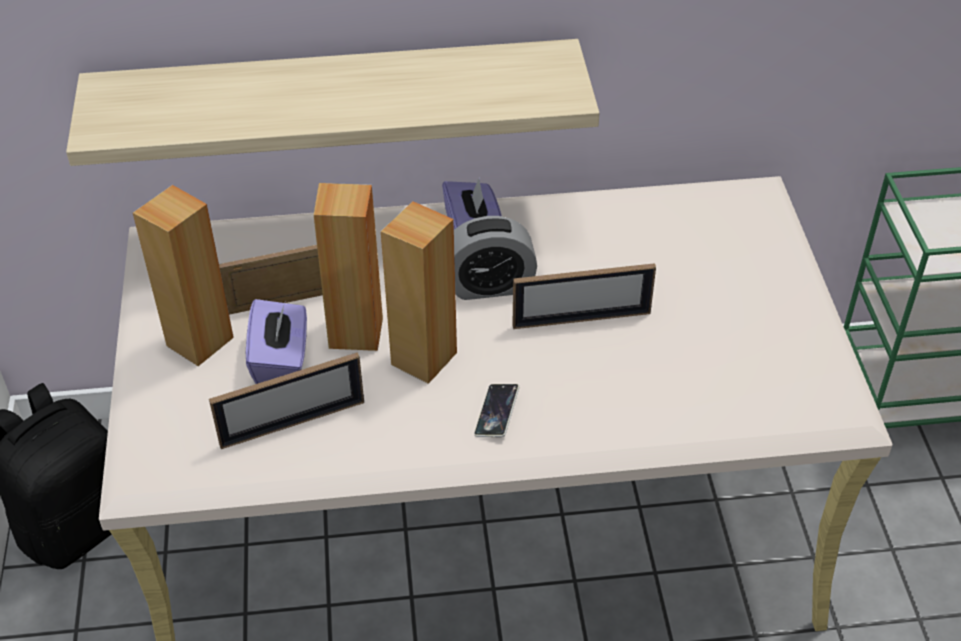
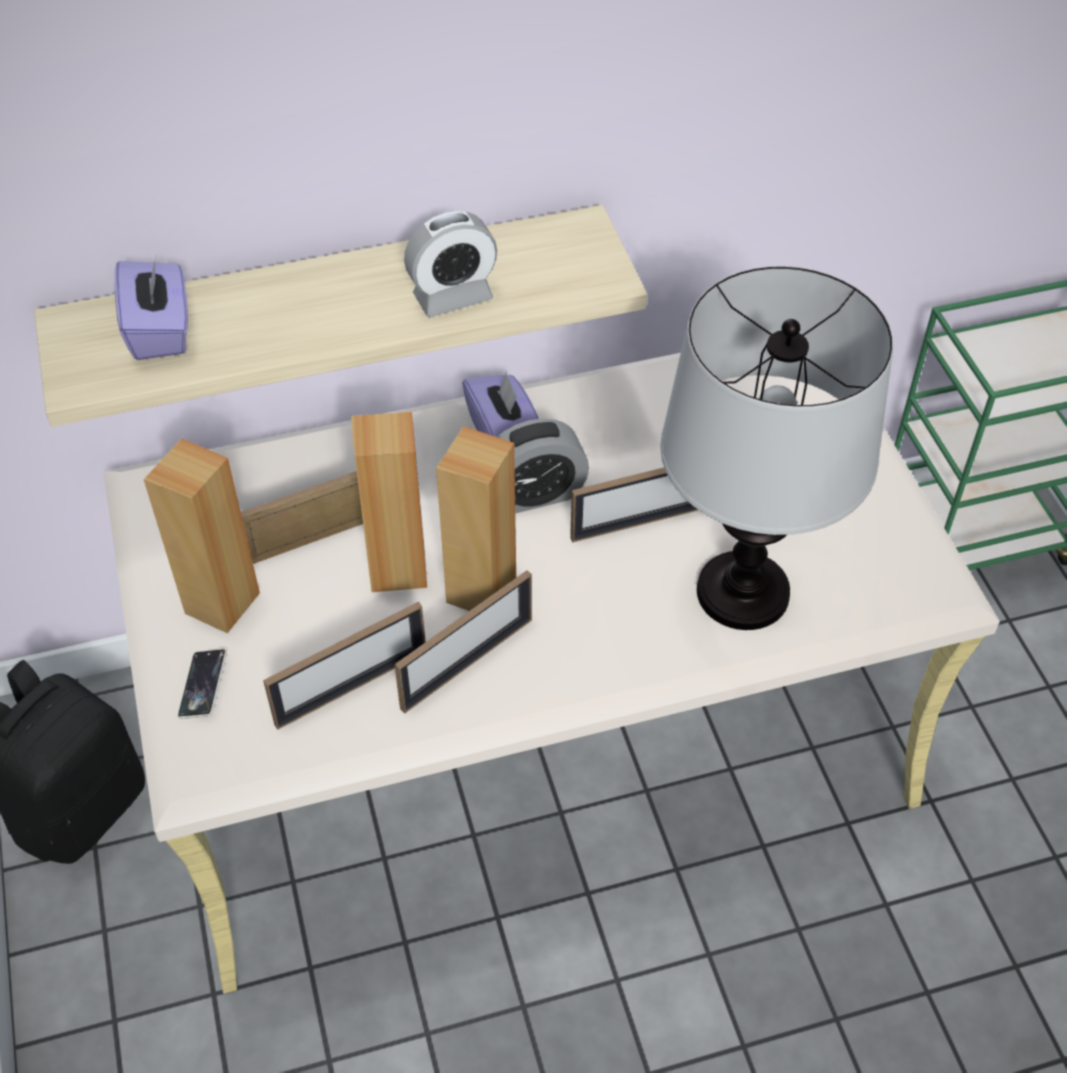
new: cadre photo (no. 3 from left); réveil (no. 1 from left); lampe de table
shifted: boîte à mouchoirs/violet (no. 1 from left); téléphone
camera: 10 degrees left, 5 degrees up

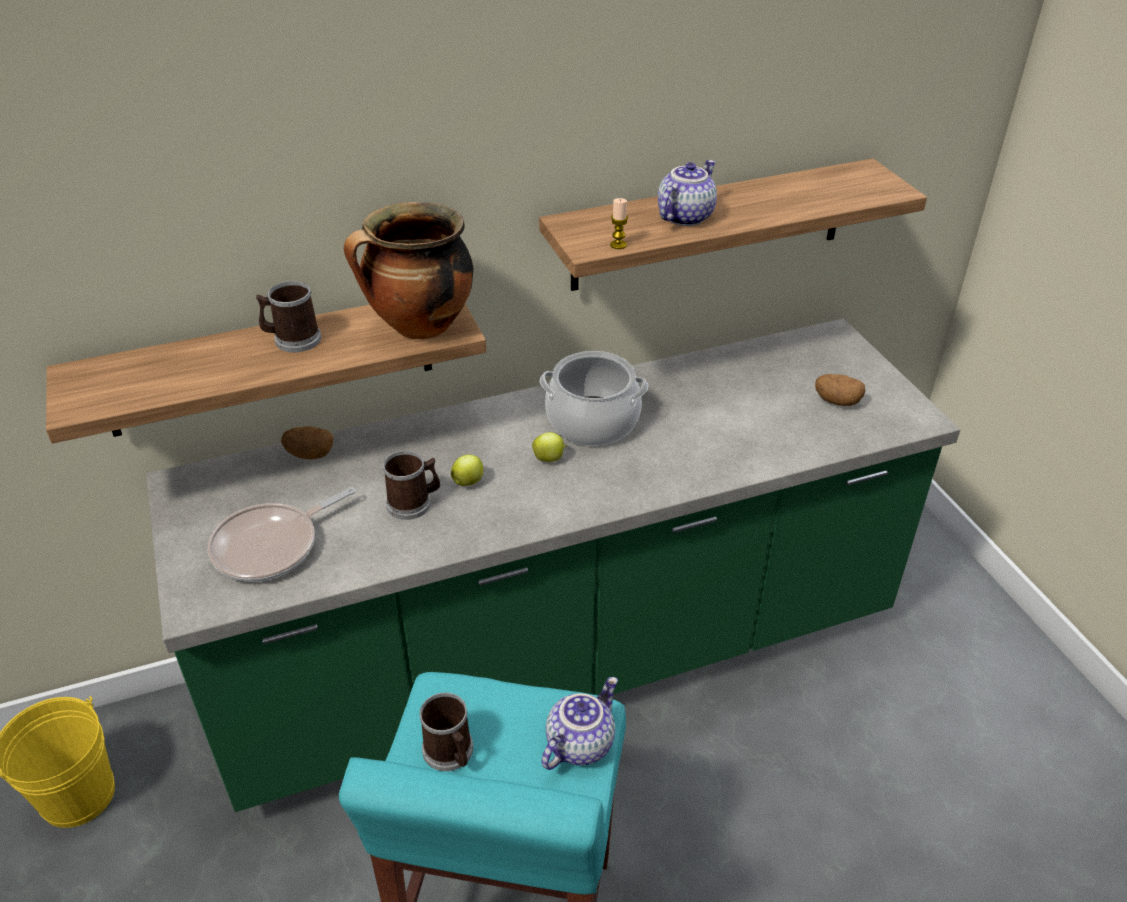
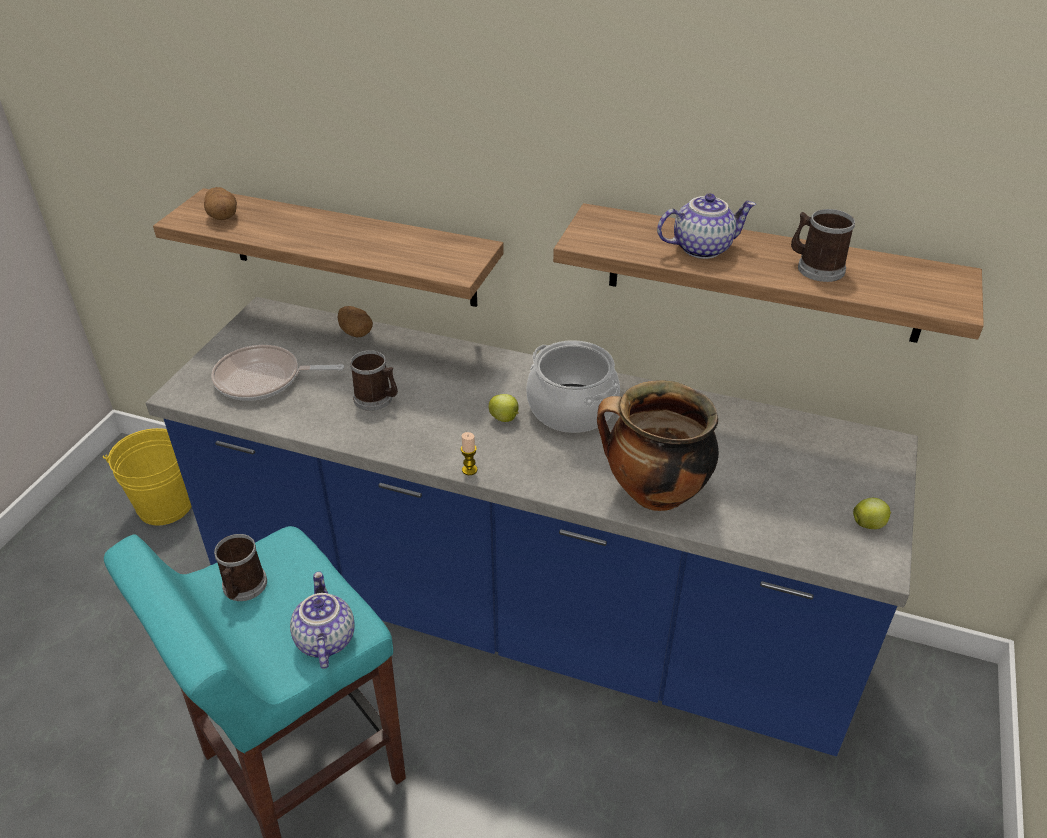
shifted: mug (no. 1 from left in the first image) to mug (no. 3 from left); marmite (no. 1 from left in the first image) to marmite (no. 2 from left); pomme (no. 1 from left in the first image) to pomme (no. 2 from left); bougie; pomme de terre (no. 2 from left in the first image) to pomme de terre (no. 1 from left)
repainted: comptoir de cuisine/vert to comptoir de cuisine/bleu
rotated: théière (no. 1 from left) 90 degrees counterclockwise
camera: 40 degrees right, 0 degrees up

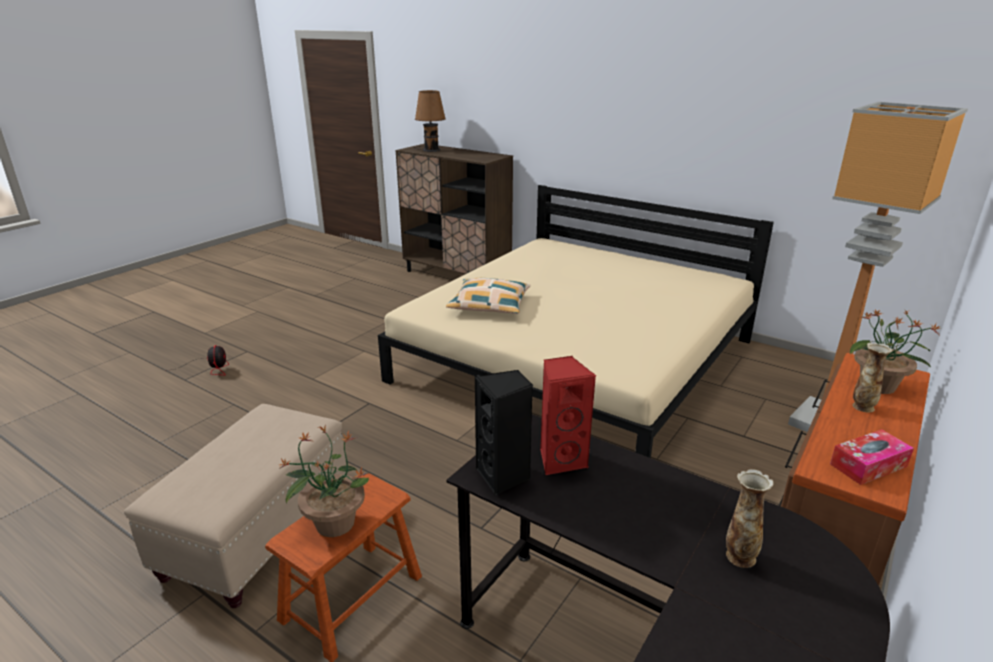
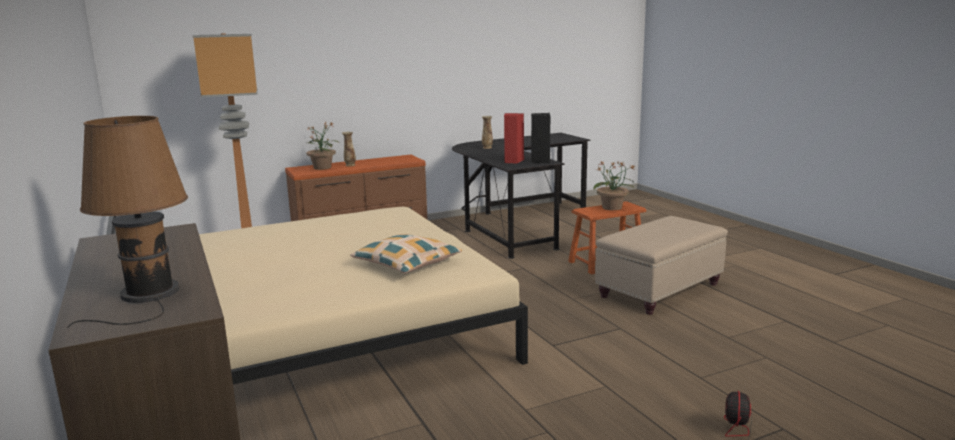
gone: boîte à mouchoirs
camera: 150 degrees left, 10 degrees down

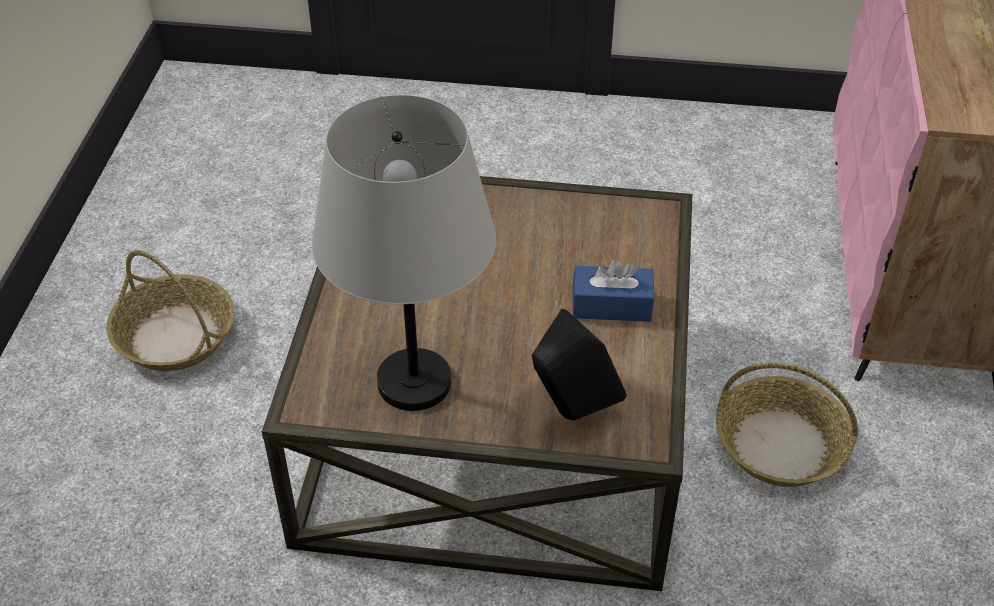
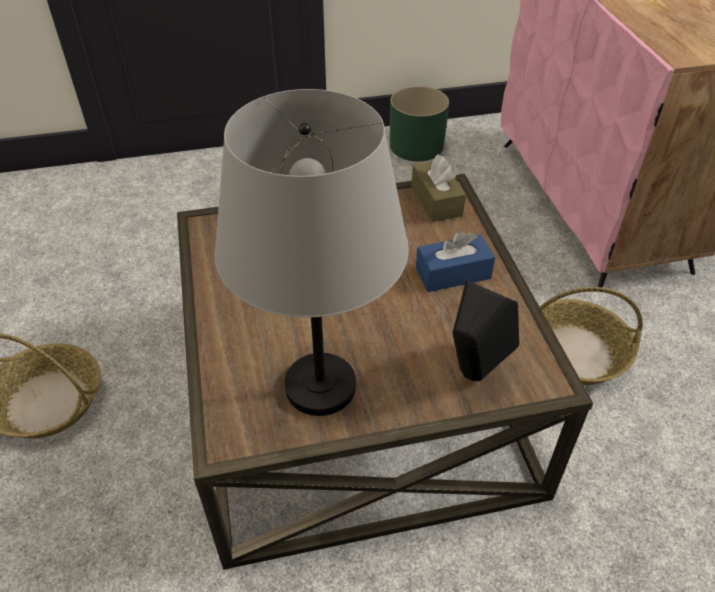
new: cache-pot/vert; boîte à mouchoirs/marron
camera: 20 degrees left, 0 degrees up

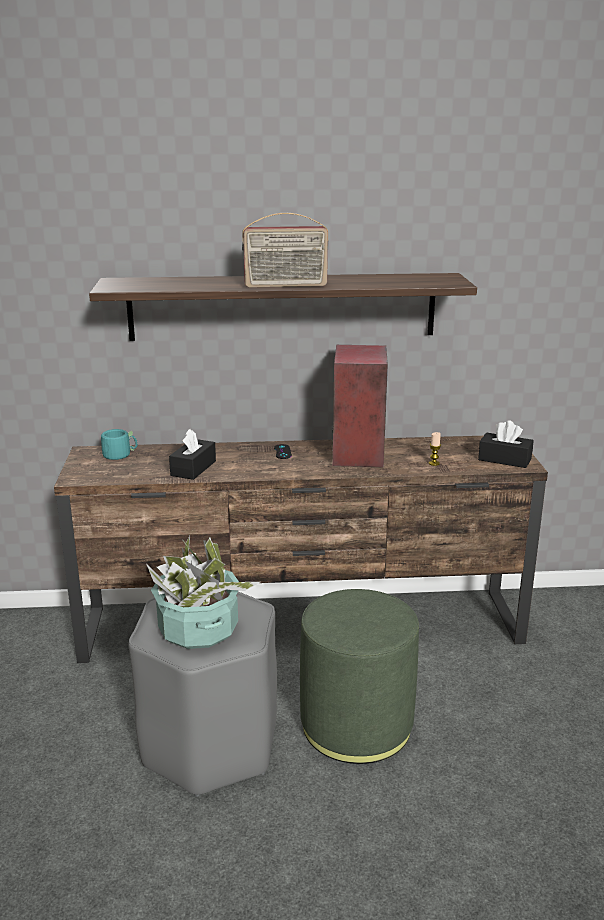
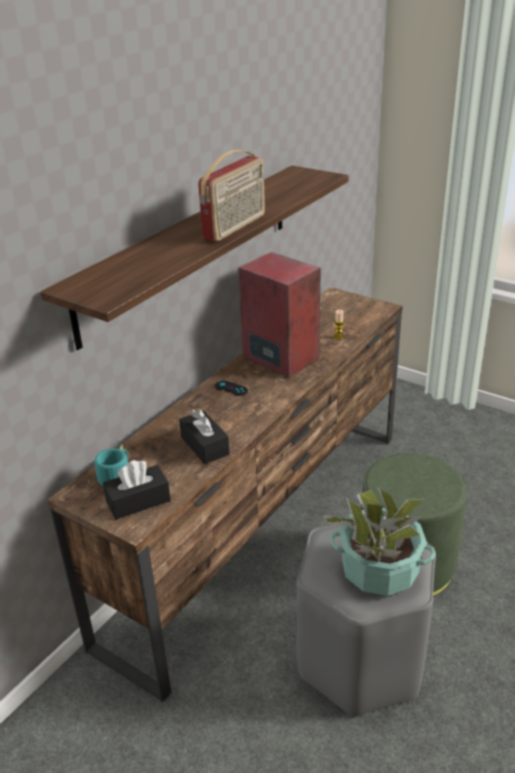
shifted: boîte à mouchoirs/noir (no. 2 from left in the first image) to boîte à mouchoirs/noir (no. 1 from left)
camera: 50 degrees left, 10 degrees up

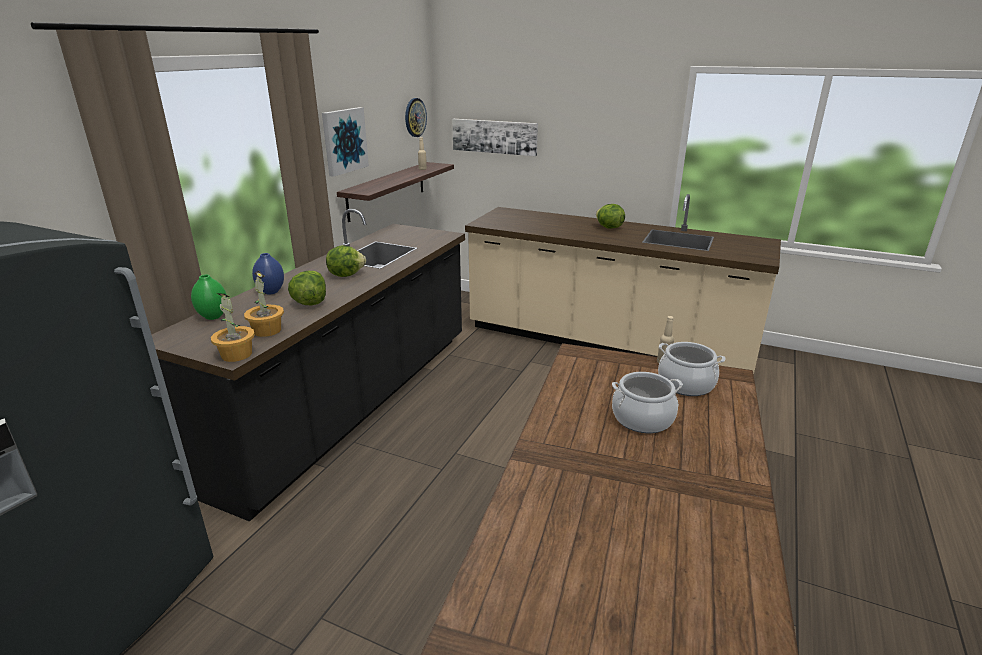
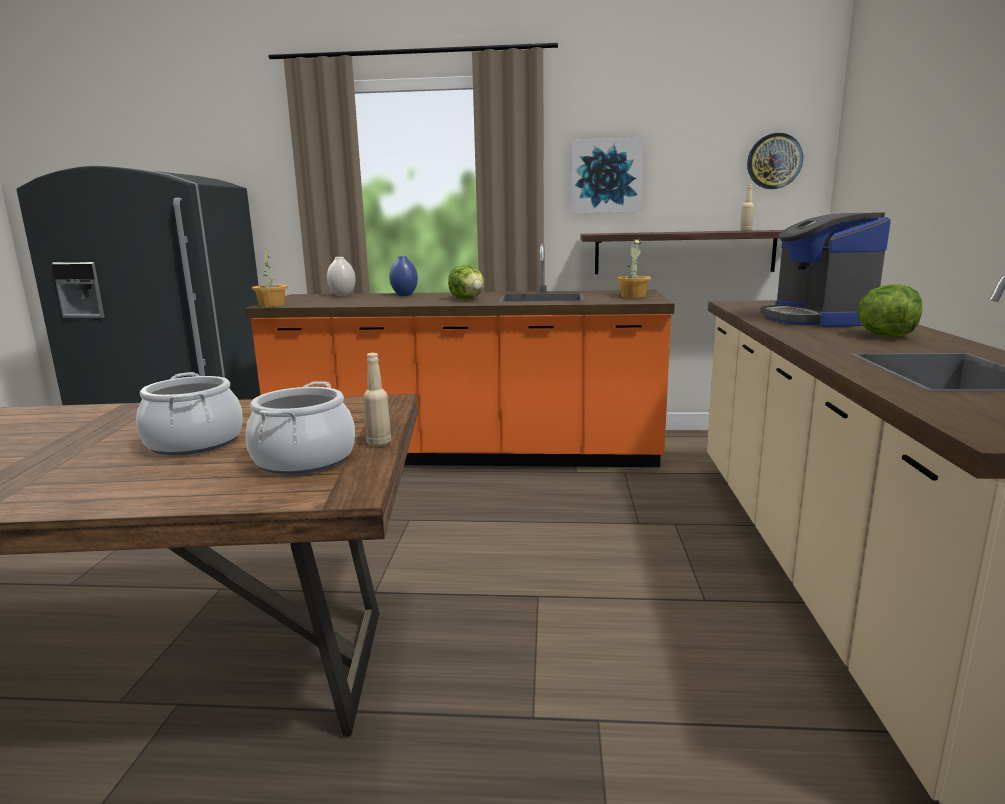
gone: laitue (no. 1 from left); tableau (no. 2 from left)
new: machine à café
shifted: plante en pot (no. 2 from left)
repainted: comptoir de cuisine/noir to comptoir de cuisine/orange; vase/vert to vase/blanc
camera: 70 degrees right, 10 degrees down

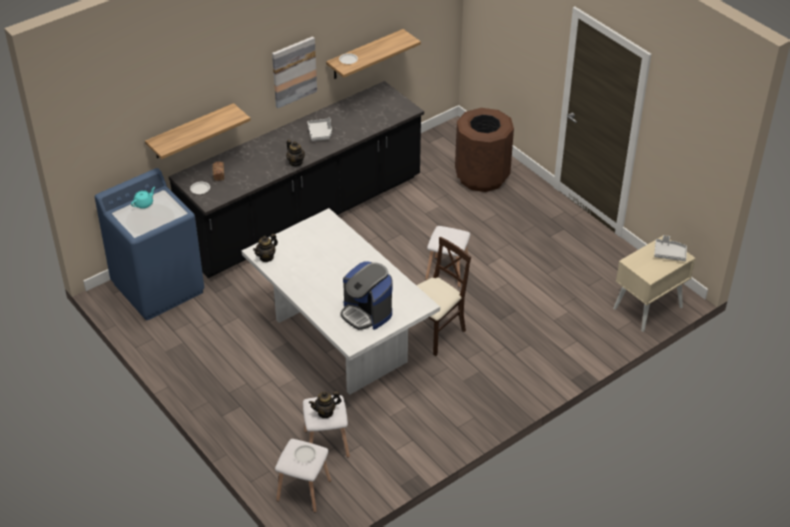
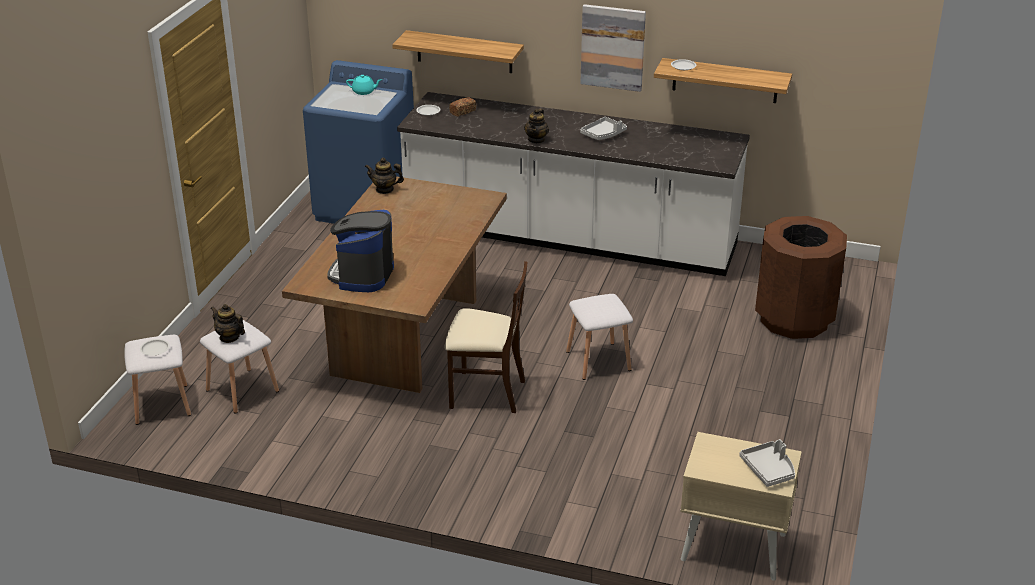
repainted: comptoir de cuisine/noir to comptoir de cuisine/blanc; table à manger/blanc to table à manger/marron
camera: 55 degrees right, 10 degrees down

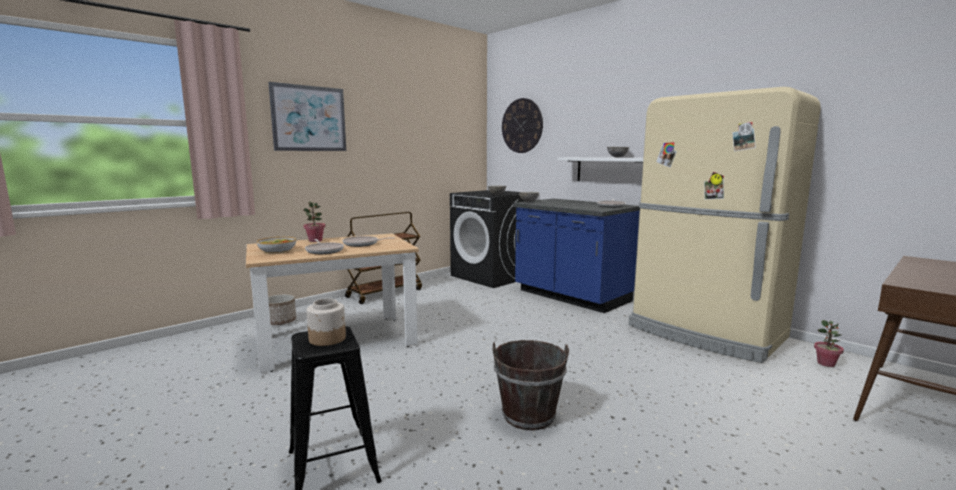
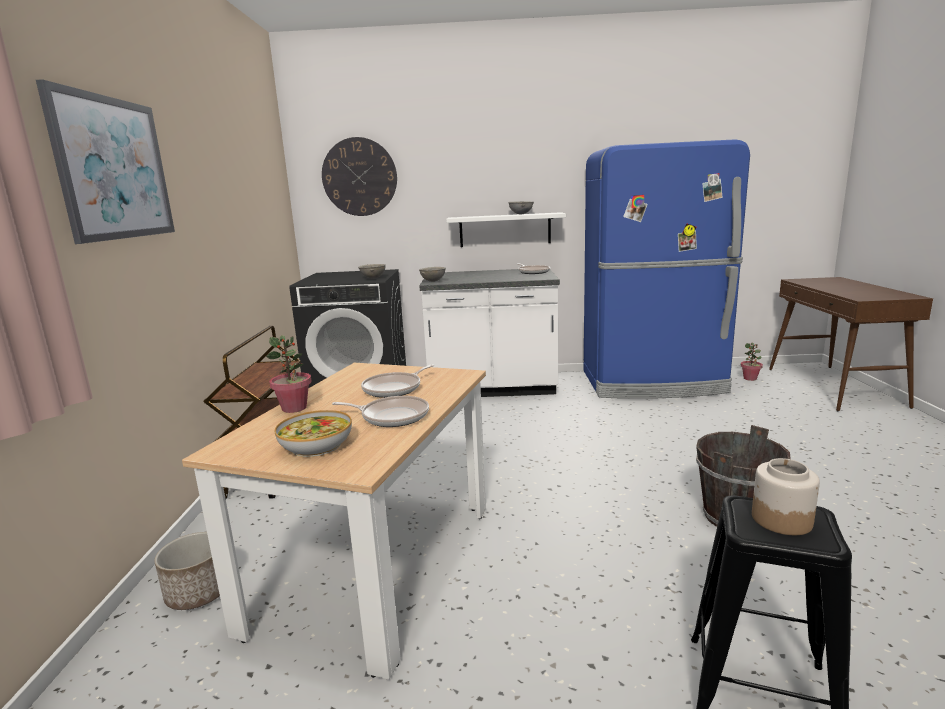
repainted: comptoir de cuisine/bleu to comptoir de cuisine/blanc; réfrigérateur/beige to réfrigérateur/bleu
camera: 45 degrees left, 5 degrees up

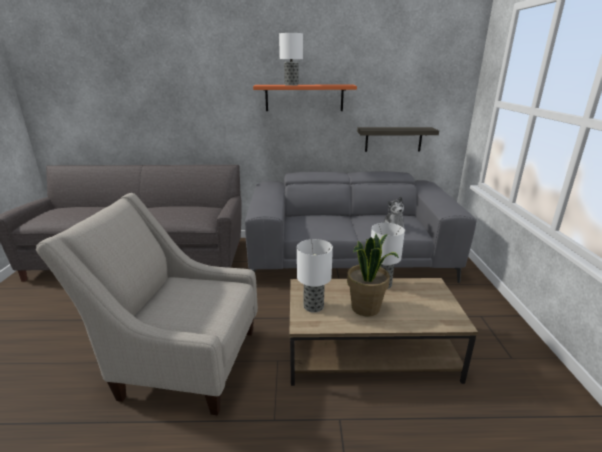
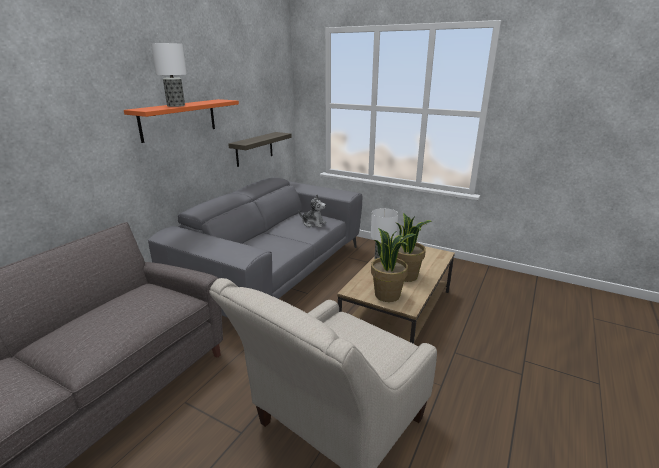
swapped: lampe de table (no. 2 from left) to plante en pot (no. 1 from left)
camera: 60 degrees left, 0 degrees up

